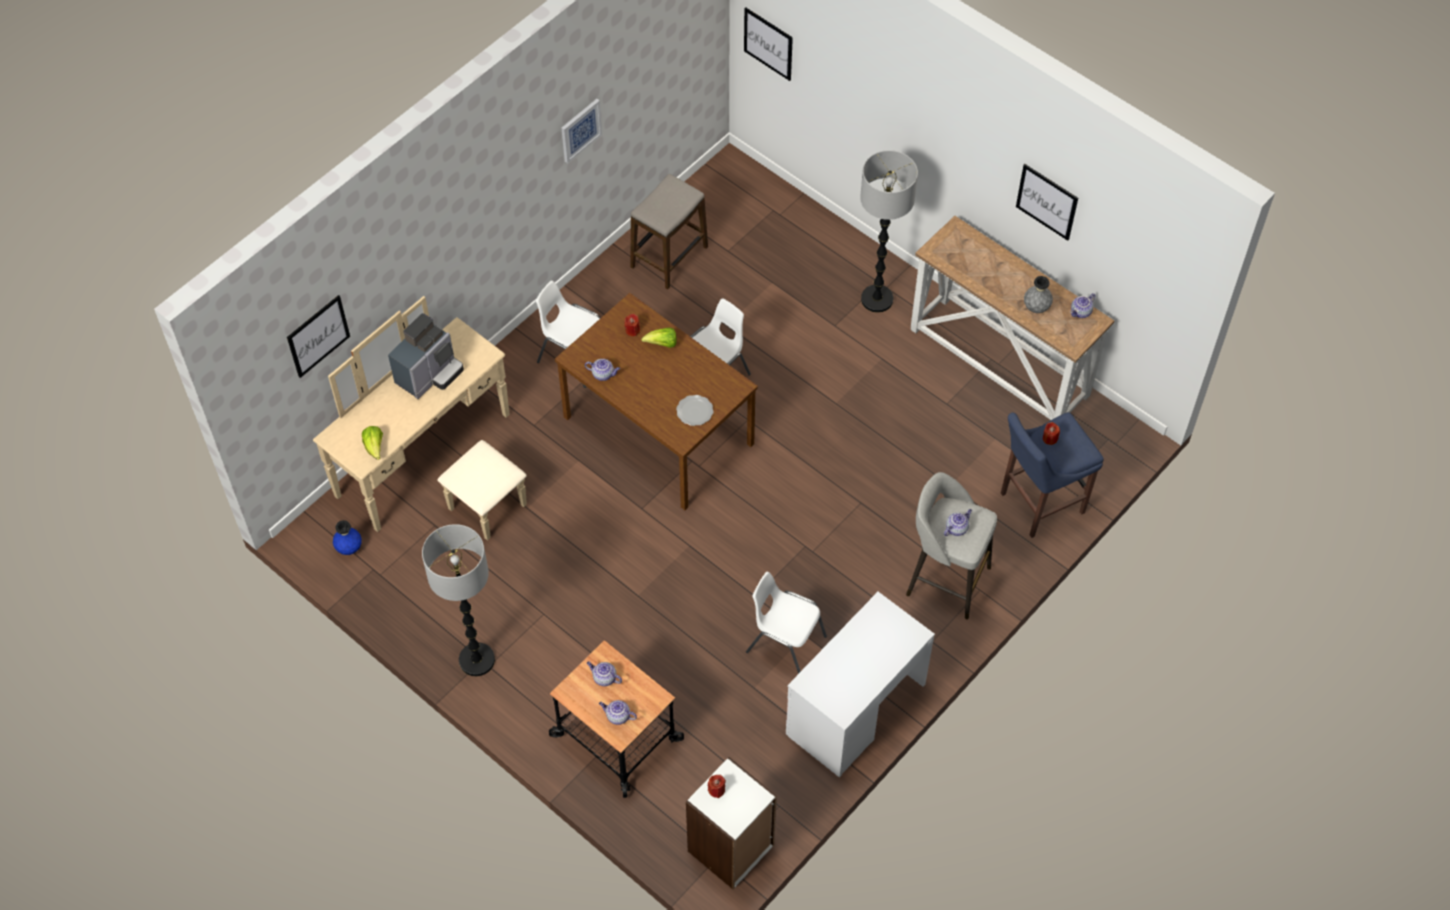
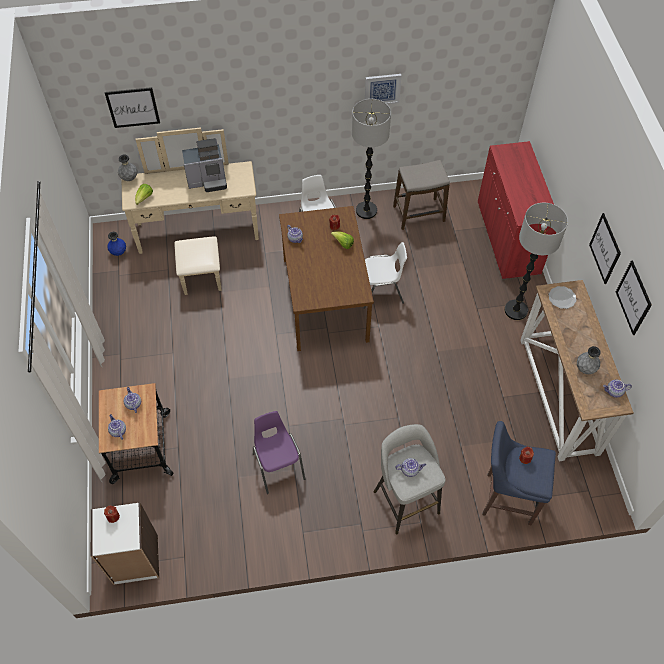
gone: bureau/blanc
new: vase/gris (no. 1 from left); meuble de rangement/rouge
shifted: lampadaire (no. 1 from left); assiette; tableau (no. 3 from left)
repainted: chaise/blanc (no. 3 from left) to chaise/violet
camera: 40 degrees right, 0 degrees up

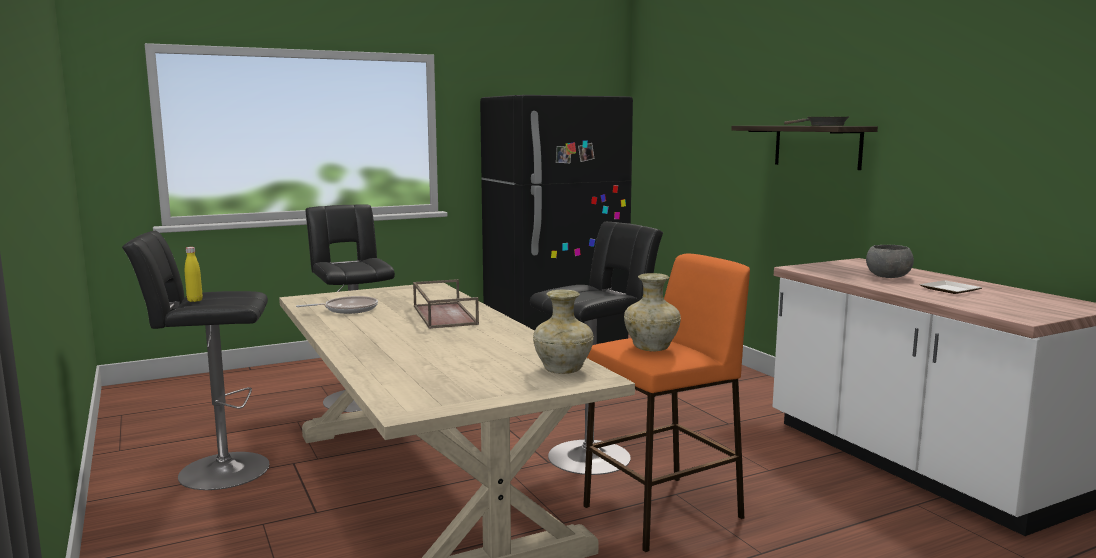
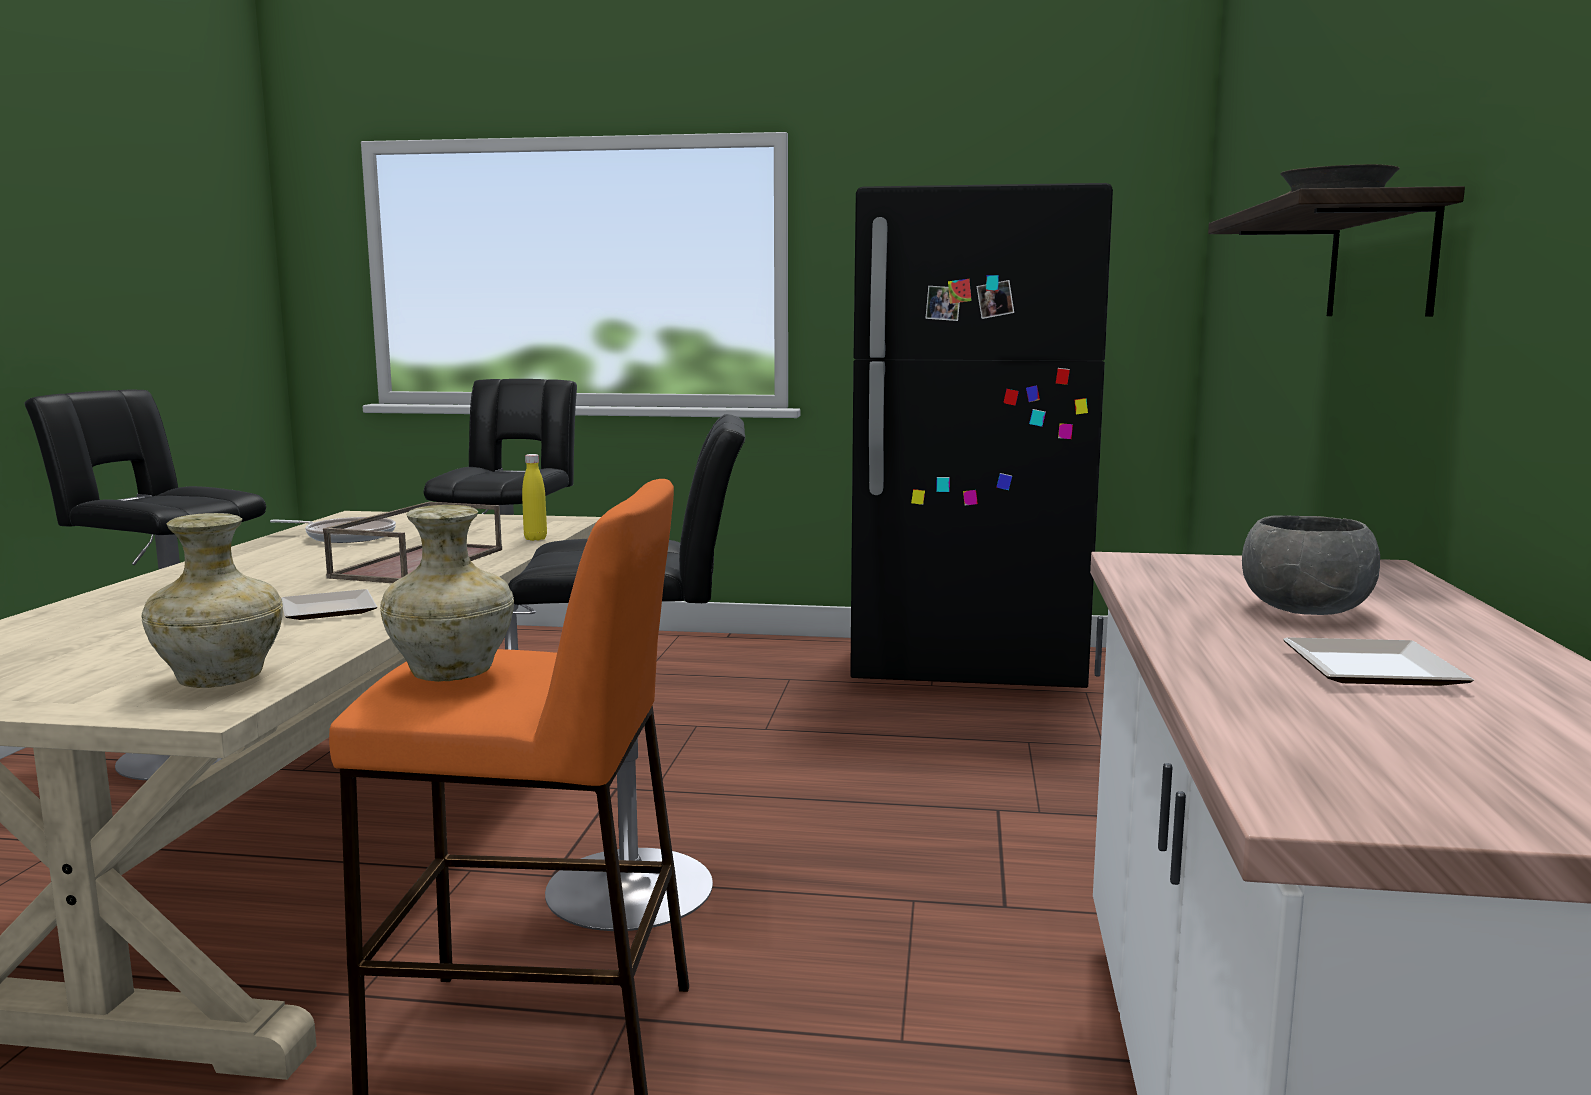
new: assiette (no. 1 from left)
shifted: bouteille/jaune
camera: 35 degrees right, 0 degrees up

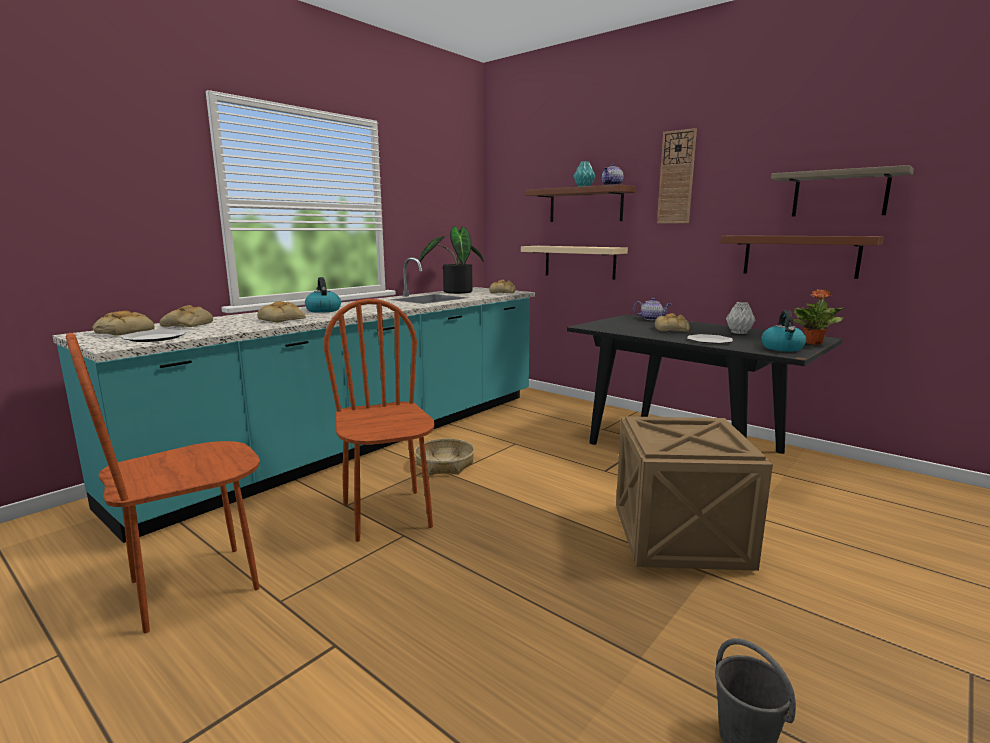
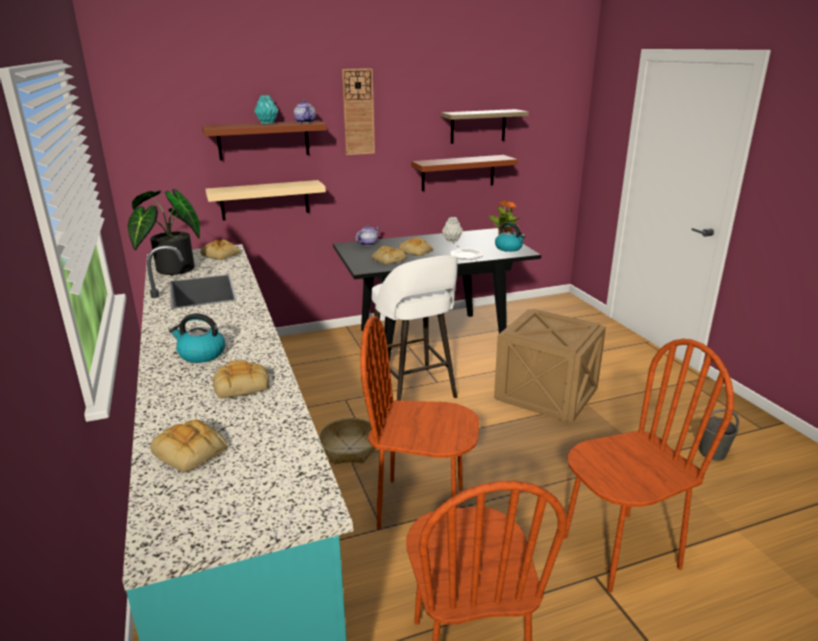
gone: assiette (no. 1 from left)
new: tabouret/blanc; chaise/marron (no. 3 from left)
shifted: pain (no. 1 from left in the first image) to pain (no. 4 from left)
camera: 60 degrees left, 10 degrees up

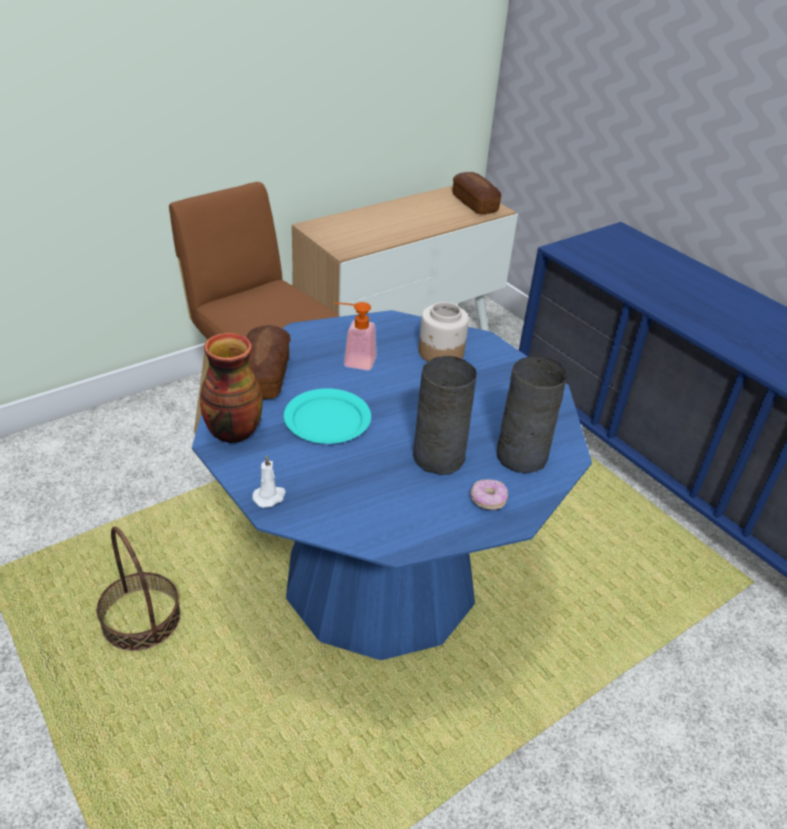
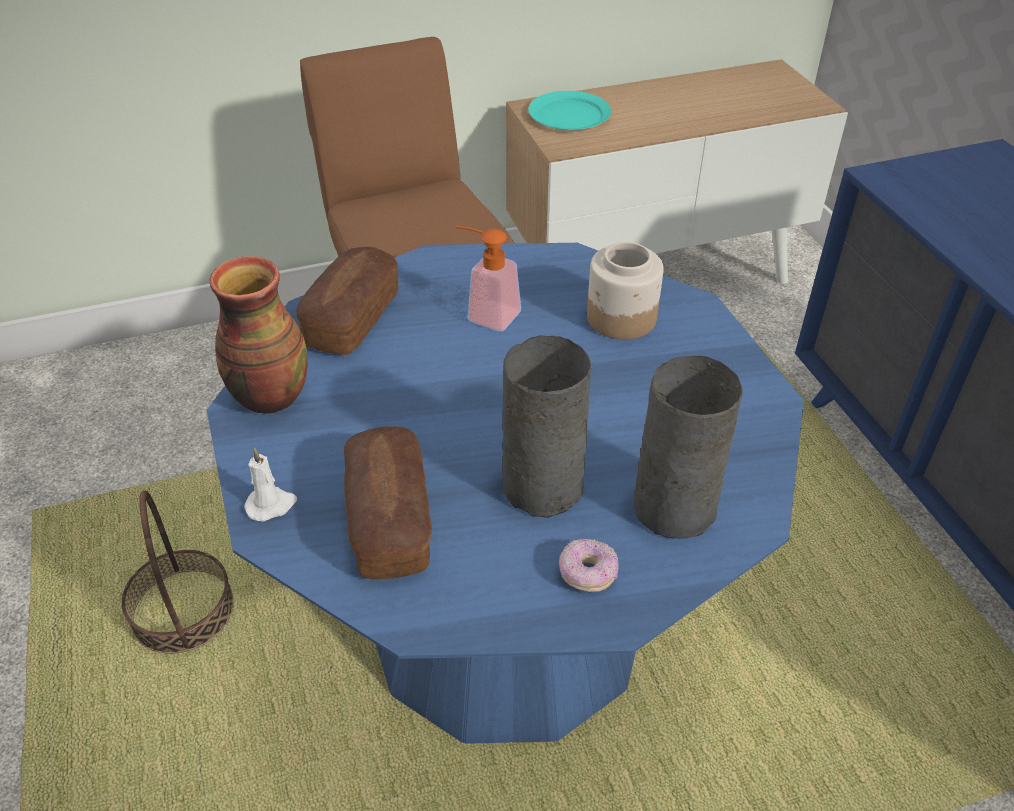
shifted: assiette/turquoise; pain (no. 2 from left)
camera: 20 degrees right, 5 degrees up

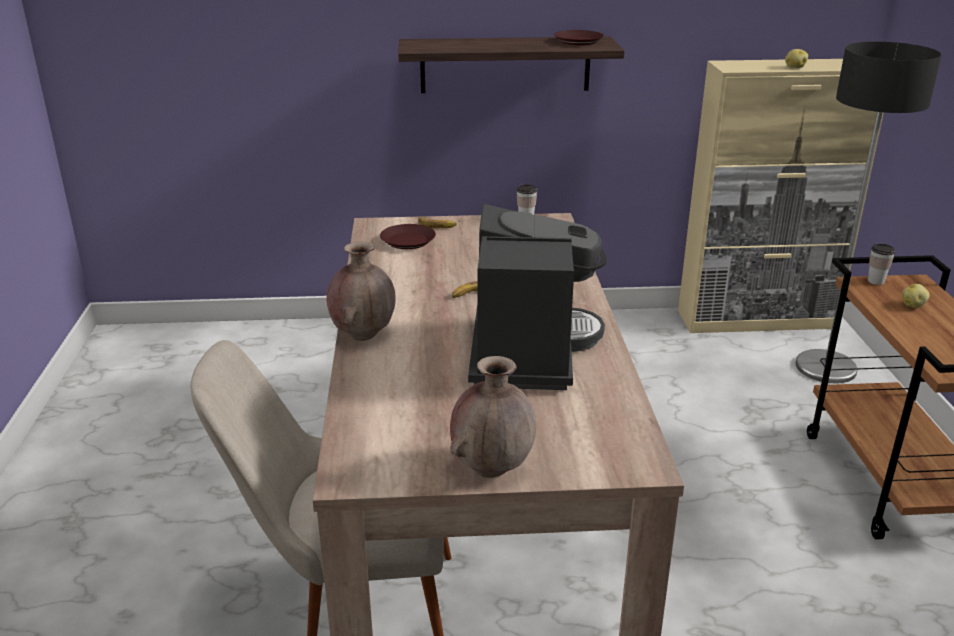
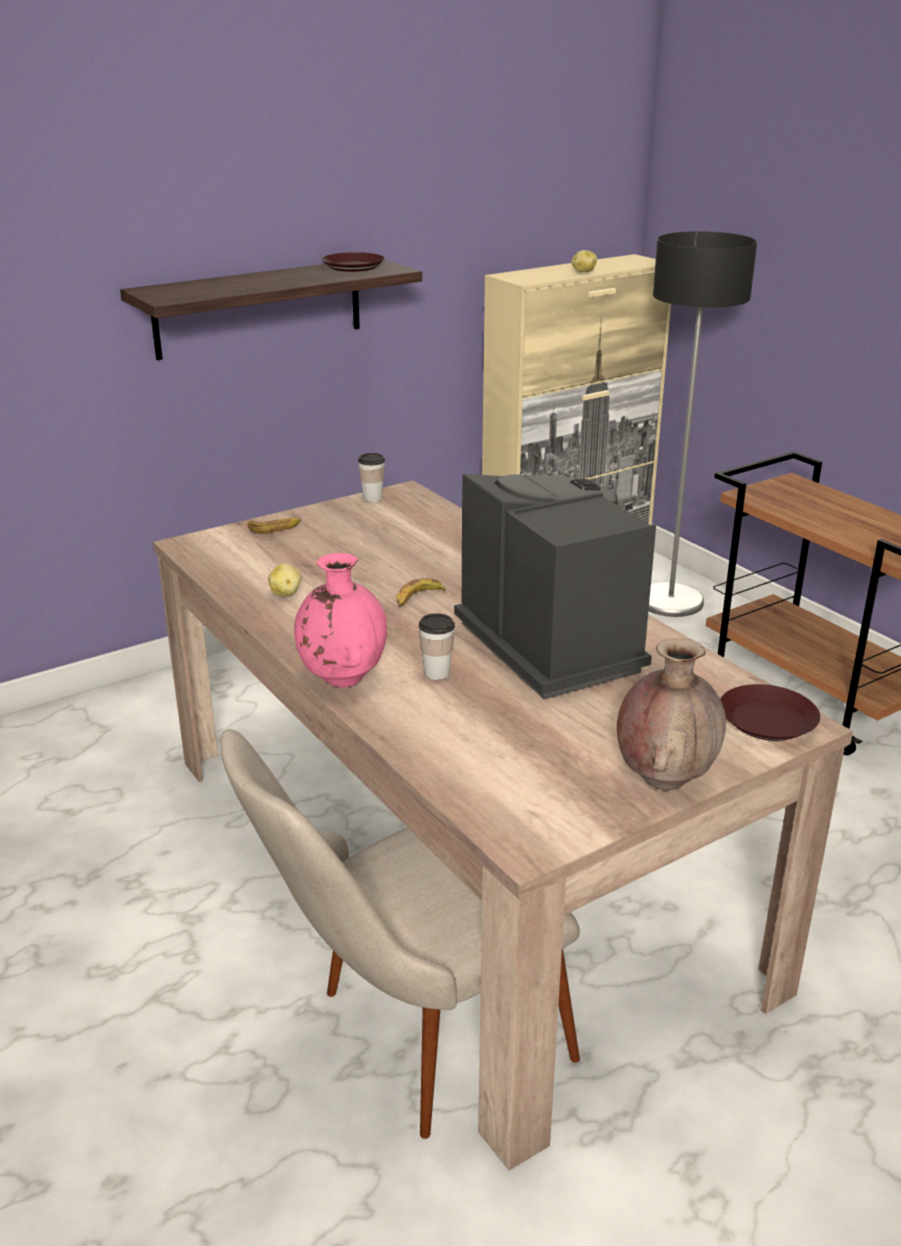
shifted: assiette/marron (no. 1 from left in the first image) to assiette/marron (no. 2 from left); tasse (no. 2 from left); pomme de terre (no. 2 from left in the first image) to pomme de terre (no. 1 from left)
repainted: vase/marron (no. 1 from left) to vase/rose
camera: 30 degrees left, 0 degrees up

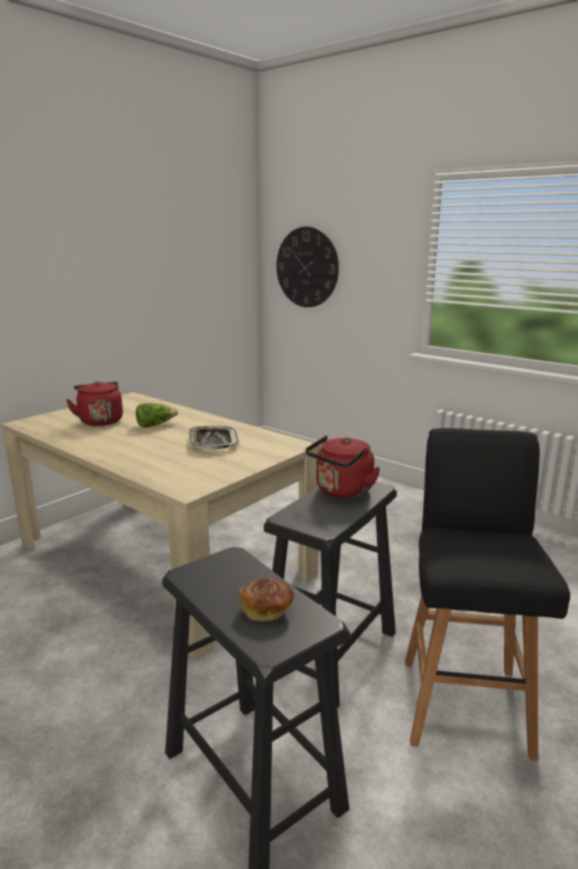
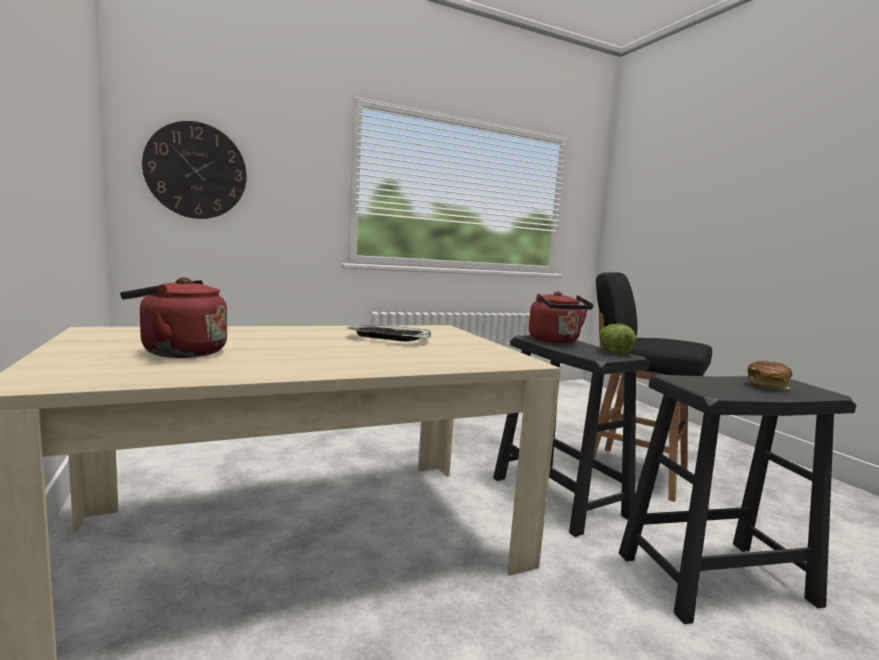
shifted: laitue
camera: 65 degrees left, 10 degrees down

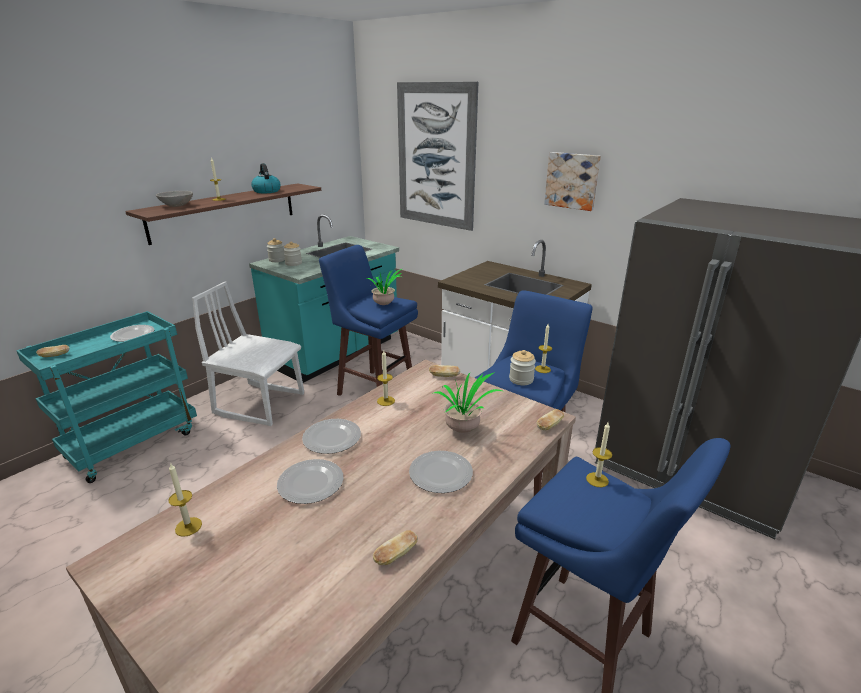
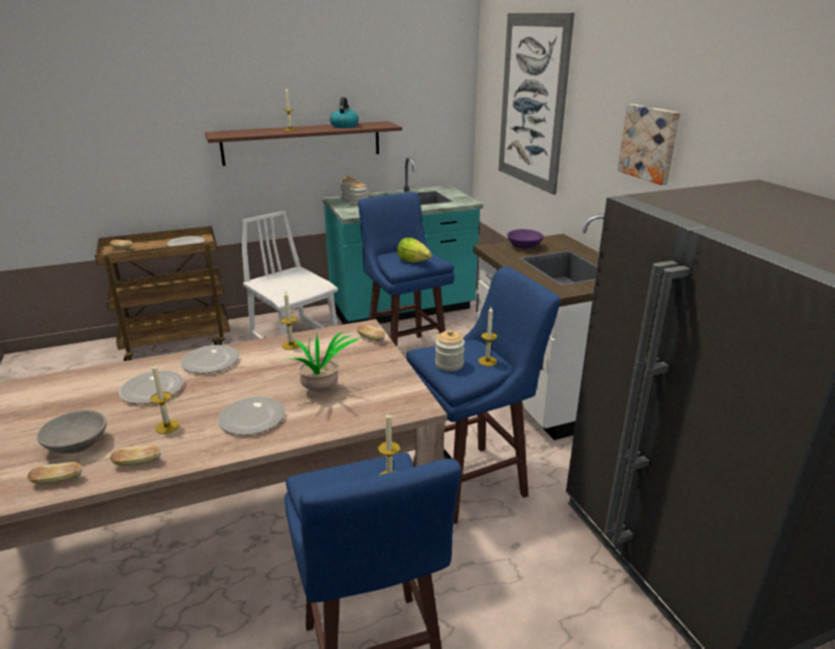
new: bol/violet
shifted: bol/gris; bougie (no. 1 from left); pain (no. 4 from left in the first image) to pain (no. 1 from left)
swapped: plante en pot (no. 1 from left) to laitue
repainted: chariot/turquoise to chariot/marron
camera: 30 degrees right, 0 degrees up

